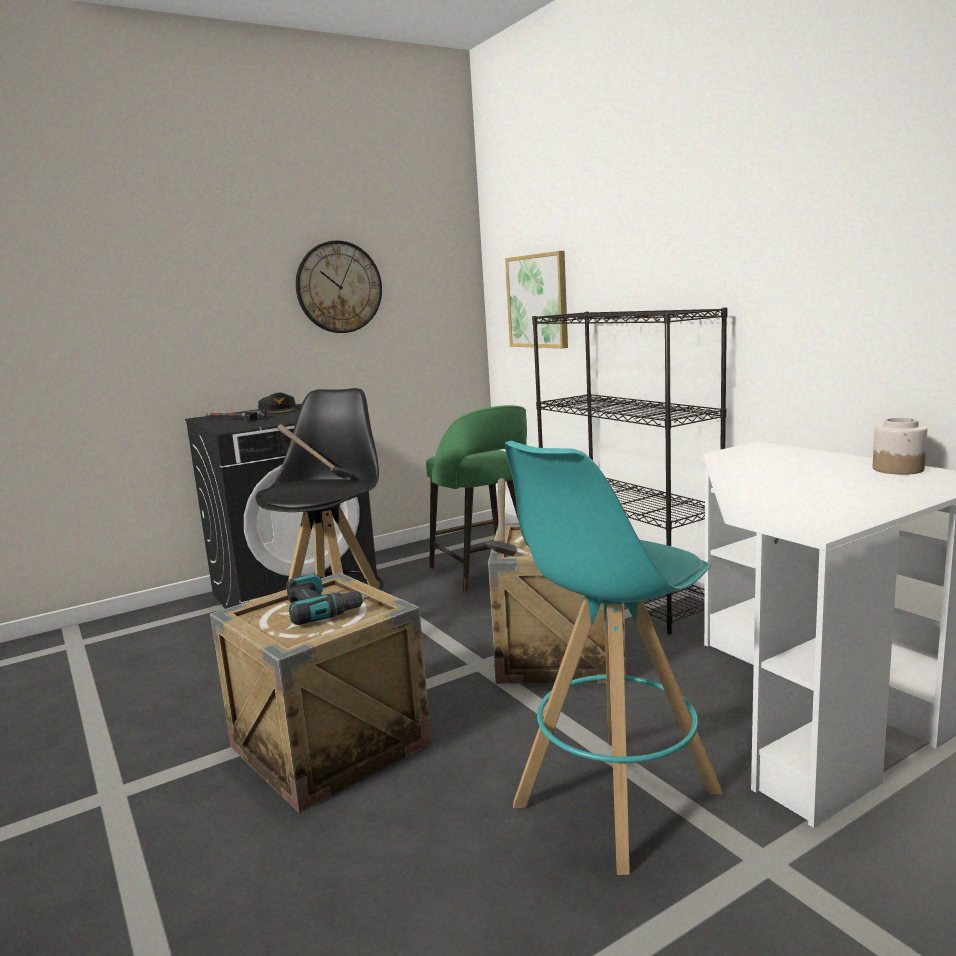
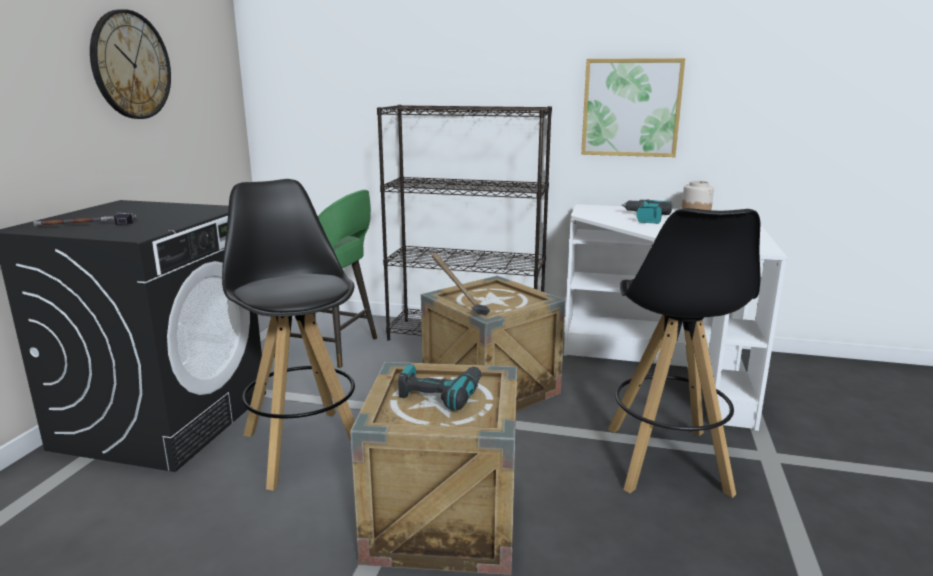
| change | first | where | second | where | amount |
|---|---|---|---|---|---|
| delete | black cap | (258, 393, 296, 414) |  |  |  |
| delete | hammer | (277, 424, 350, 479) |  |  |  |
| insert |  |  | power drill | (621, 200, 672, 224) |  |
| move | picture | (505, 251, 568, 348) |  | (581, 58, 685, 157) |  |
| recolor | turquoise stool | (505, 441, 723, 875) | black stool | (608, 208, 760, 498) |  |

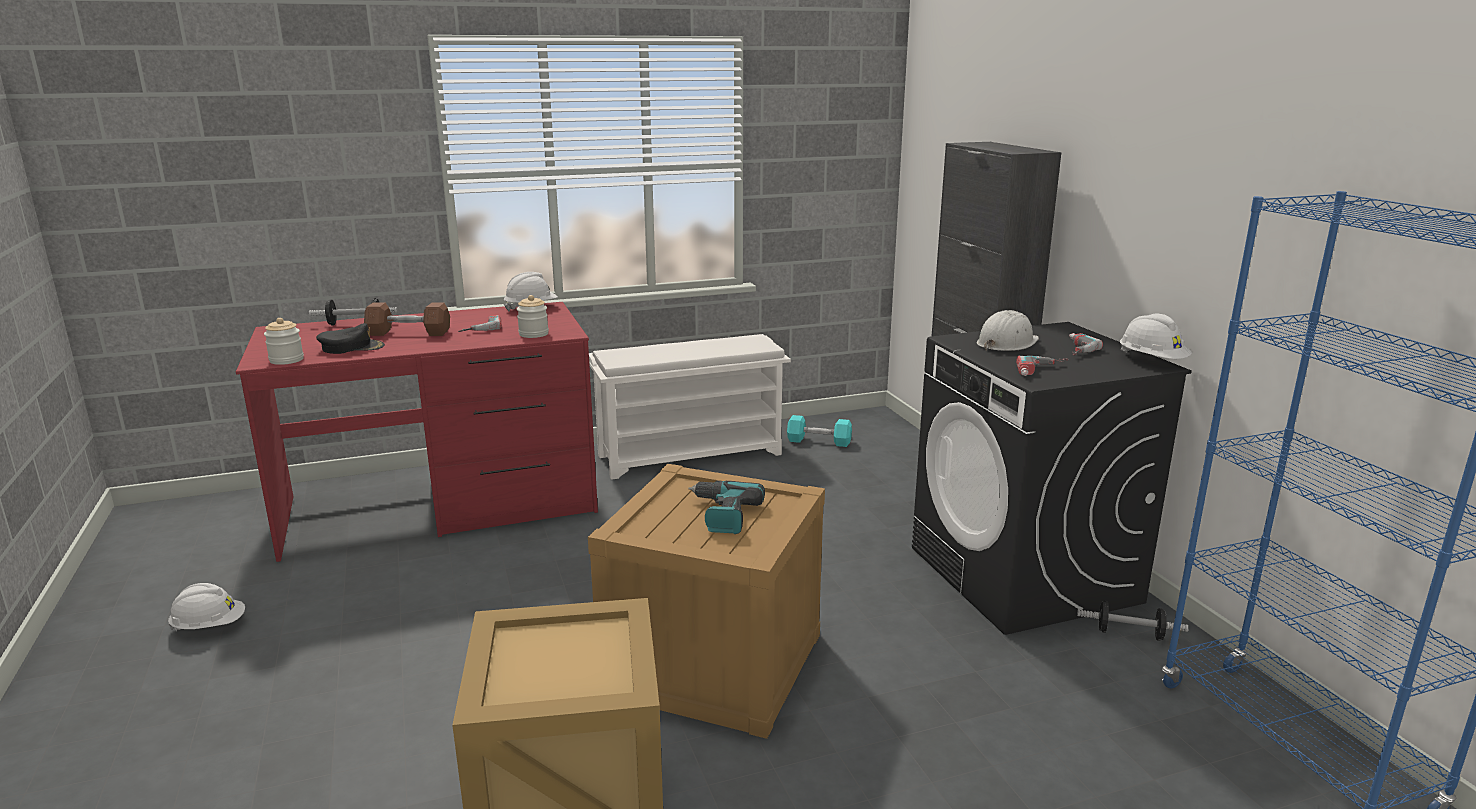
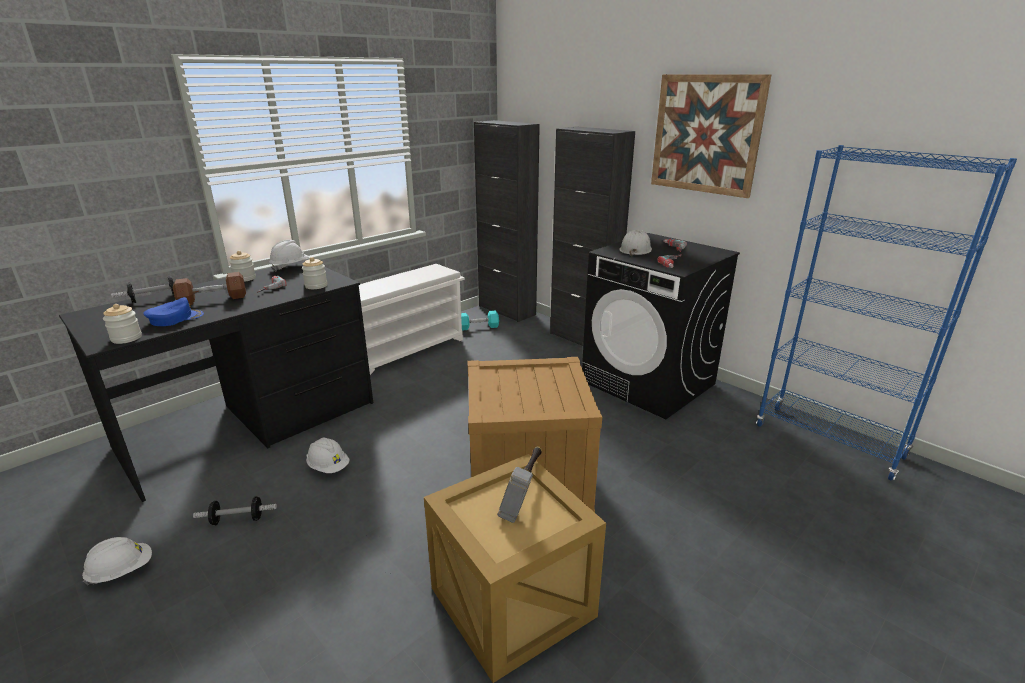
| change | first | where | second | where | amount |
|---|---|---|---|---|---|
| delete | power drill | (688, 481, 765, 534) |  |  |  |
| insert |  |  | jar | (229, 251, 256, 282) |  |
| insert |  |  | black cabinet | (474, 120, 540, 322) |  |
| insert |  |  | hammer | (497, 446, 542, 523) |  |
| insert |  |  | picture | (651, 74, 771, 198) |  |
| move | dumbbell | (1077, 601, 1189, 641) |  | (193, 496, 277, 526) |  |
| move | white hard hat | (1120, 314, 1192, 359) |  | (306, 438, 350, 473) |  |
| recolor | red desk | (236, 302, 598, 562) | black desk | (59, 259, 373, 502) |  |
| recolor | black cap | (316, 323, 385, 354) | blue cap | (143, 297, 204, 326) |  |

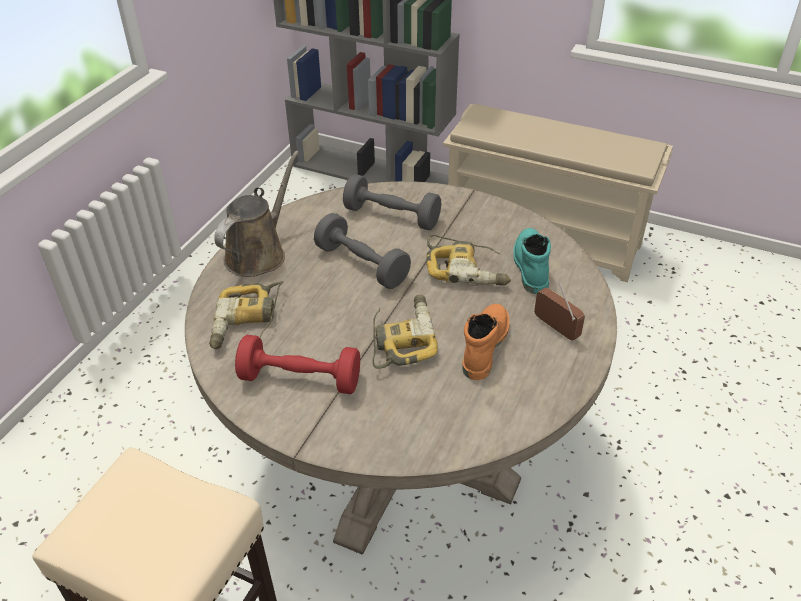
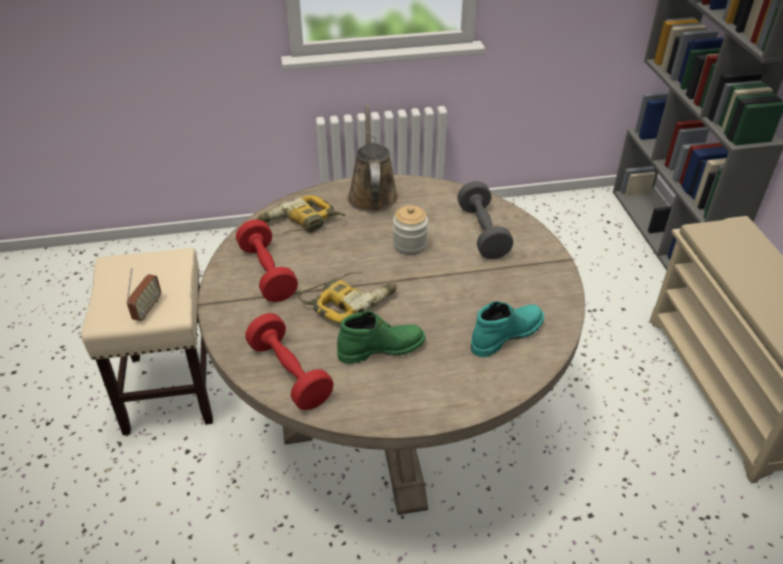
| change | first | where | second | where | amount |
|---|---|---|---|---|---|
| delete | power drill | (426, 235, 511, 286) |  |  |  |
| insert |  |  | red dumbbell | (245, 313, 334, 410) |  |
| move | radio | (534, 282, 585, 340) |  | (126, 268, 161, 321) |  |
| replace | grey dumbbell | (314, 213, 411, 289) | jar | (393, 205, 428, 255) |  |
| recolor | orange boot | (462, 304, 509, 380) | green boot | (337, 311, 426, 364) |  |
| rotate | brown watering can | (214, 151, 299, 277) |  | (348, 104, 398, 213) | 90 degrees counterclockwise |

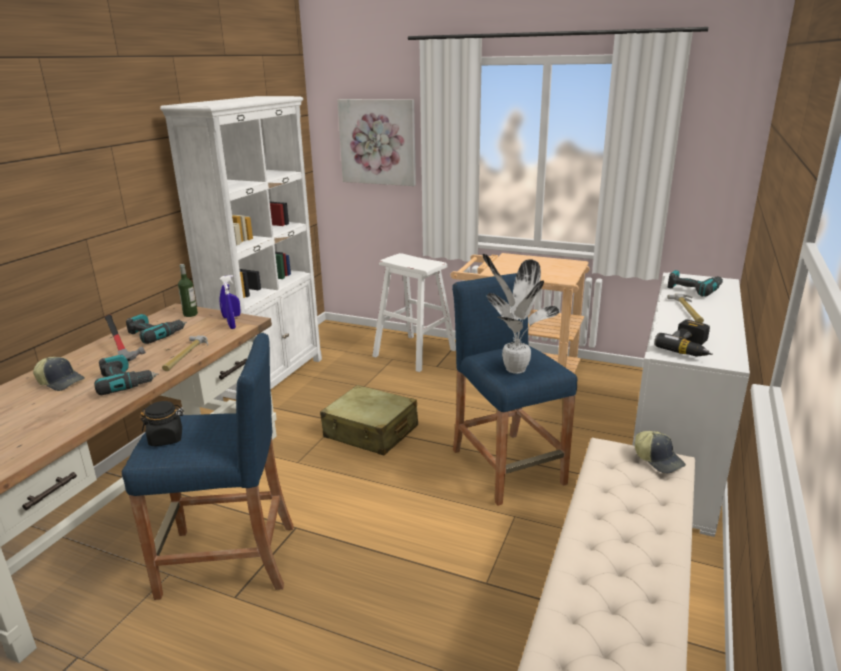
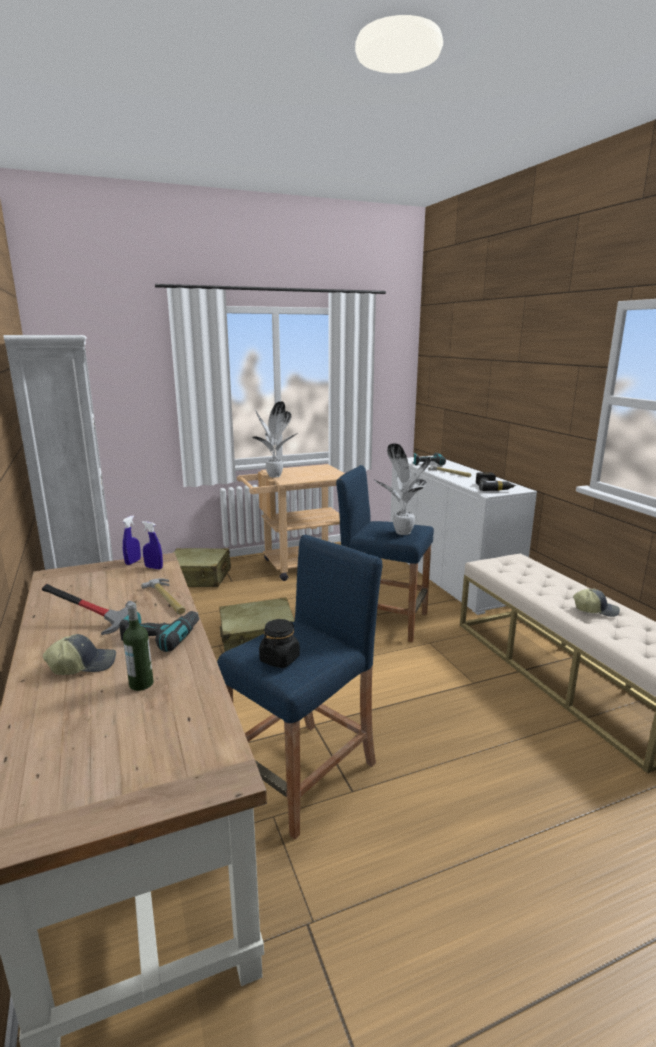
| change | first | where | second | where | amount |
|---|---|---|---|---|---|
| delete | power drill | (126, 314, 187, 344) |  |  |  |
| delete | picture | (337, 99, 416, 186) |  |  |  |
| insert |  |  | potted plant | (252, 401, 296, 478) |  |
| move | bottle | (178, 264, 198, 317) |  | (123, 602, 154, 691) |  |
| move | cap | (635, 431, 686, 474) |  | (573, 589, 620, 617) |  |
| replace | white stool | (372, 253, 456, 372) | beige suitcase | (173, 548, 231, 587) |  |

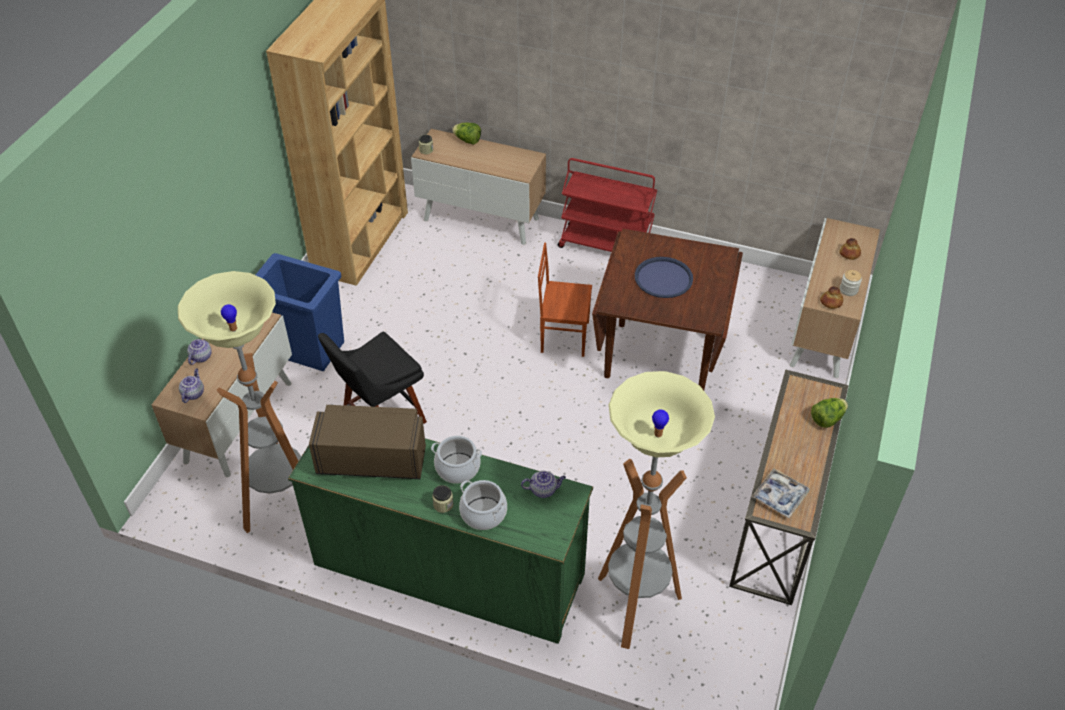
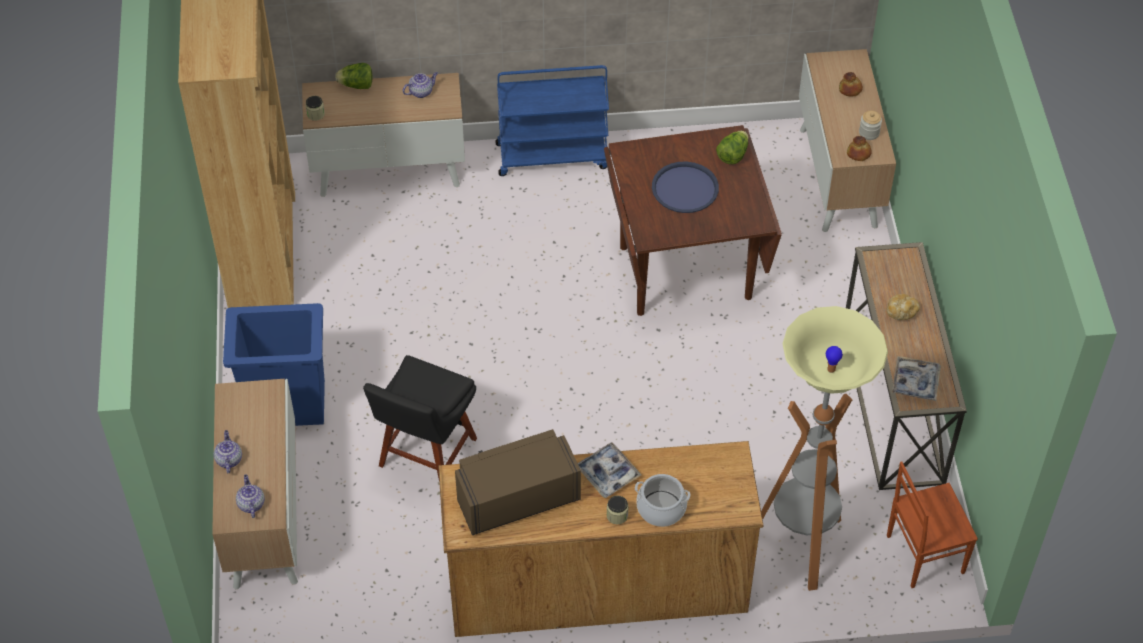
| change | first | where | second | where | amount |
|---|---|---|---|---|---|
| delete | floor lamp | (178, 271, 301, 533) |  |  |  |
| insert |  |  | bread | (886, 294, 920, 320) |  |
| move | teapot | (521, 471, 566, 498) |  | (403, 72, 438, 98) |  |
| move | brown chair | (538, 242, 592, 357) |  | (887, 461, 978, 588) |  |
| move | lettuce | (811, 398, 848, 428) |  | (716, 131, 749, 164) |  |
| replace | cooking pot | (431, 436, 482, 484) | tray | (578, 442, 641, 498) |  |
| recolor | green dresser | (288, 438, 593, 644) | brown dresser | (438, 441, 764, 637) |  |
| recolor | red cart | (558, 158, 657, 252) | blue cart | (495, 65, 609, 176) |  |

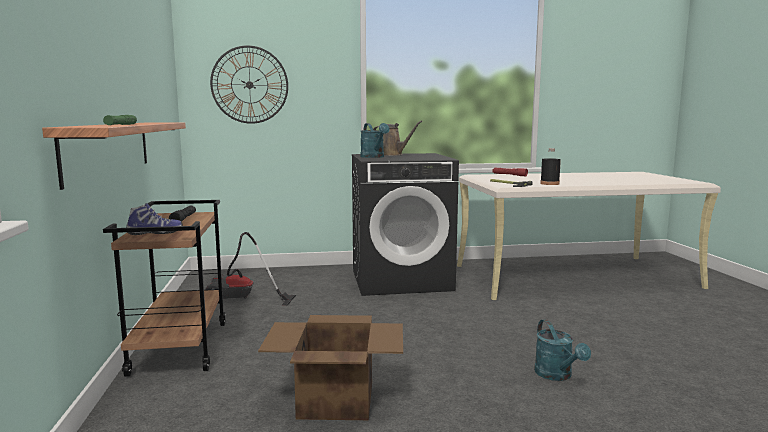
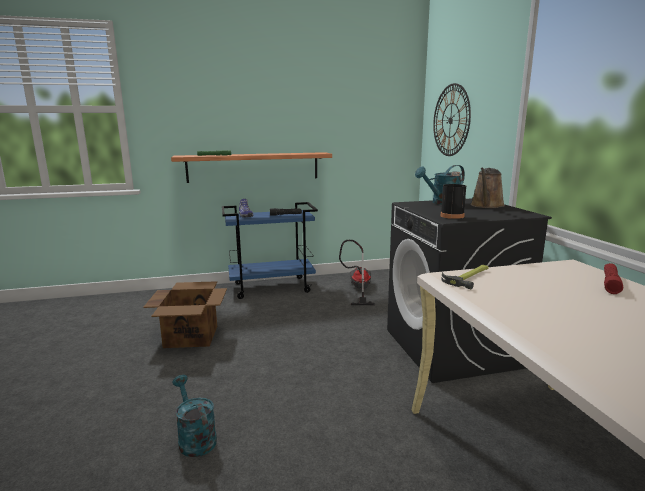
| change | first | where | second | where | amount |
|---|---|---|---|---|---|
| move | black bottle | (540, 148, 561, 185) |  | (440, 172, 466, 219) |  |
| recolor | brown cart | (103, 200, 226, 377) | blue cart | (222, 202, 318, 299) |  |
| rotate | turquoise watering can | (534, 319, 591, 381) |  | (172, 375, 217, 457) | 75 degrees clockwise |

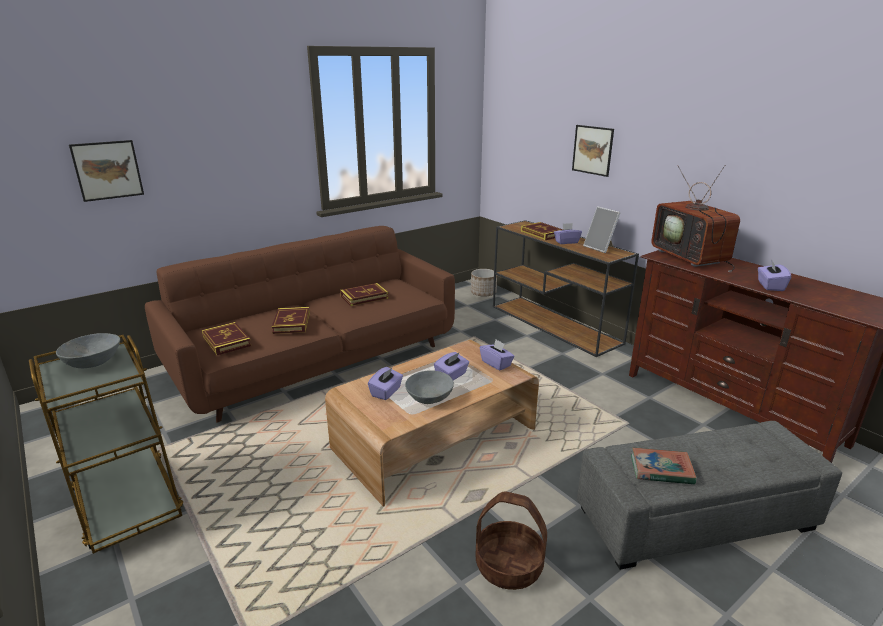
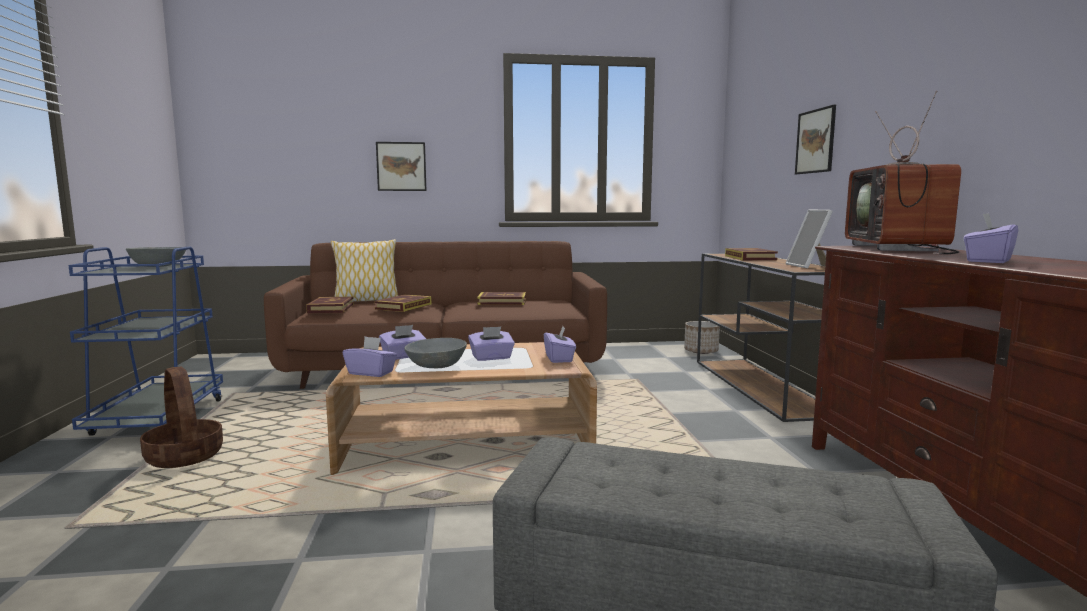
| change | first | where | second | where | amount |
|---|---|---|---|---|---|
| delete | book | (631, 447, 696, 485) |  |  |  |
| insert |  |  | pillow | (330, 239, 398, 302) |  |
| move | picture | (69, 140, 144, 202) |  | (376, 142, 426, 191) |  |
| move | basket | (475, 492, 547, 590) |  | (140, 367, 223, 468) |  |
| move | purple tissue box | (554, 223, 582, 244) |  | (343, 336, 397, 377) |  |
| recolor | brown cart | (29, 335, 183, 554) | blue cart | (68, 246, 223, 436) |  |

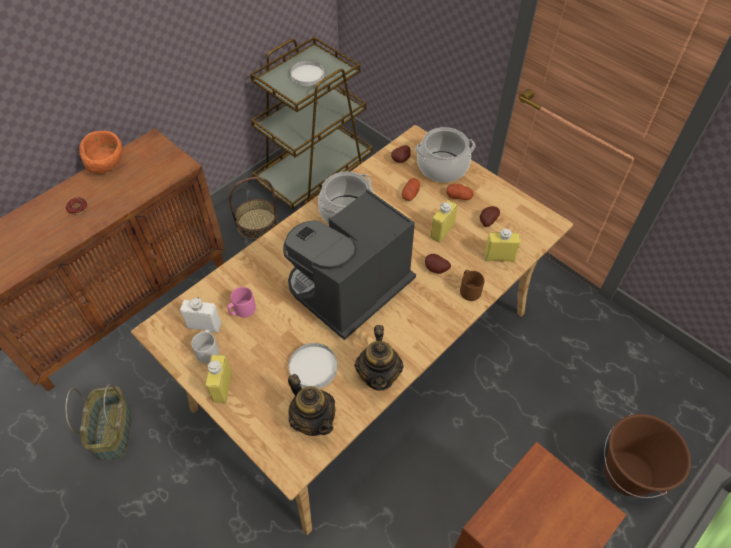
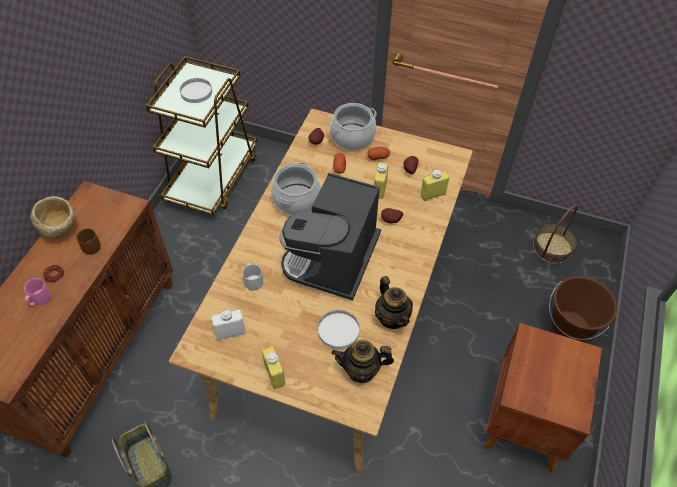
| change | first | where | second | where | amount |
|---|---|---|---|---|---|
| move | grey mug | (191, 330, 219, 364) |  | (243, 263, 263, 291) |  |
| move | pink mug | (227, 287, 256, 318) |  | (24, 278, 51, 306) |  |
| move | basket | (229, 177, 278, 240) |  | (533, 204, 578, 264) |  |
| move | brown mug | (460, 270, 484, 301) |  | (76, 229, 101, 255) |  |
| recolor | orange bowl | (79, 131, 122, 174) | beige bowl | (31, 196, 75, 239) |  |
| rotate | teapot | (288, 374, 335, 436) |  | (332, 340, 394, 383) | 150 degrees clockwise |

